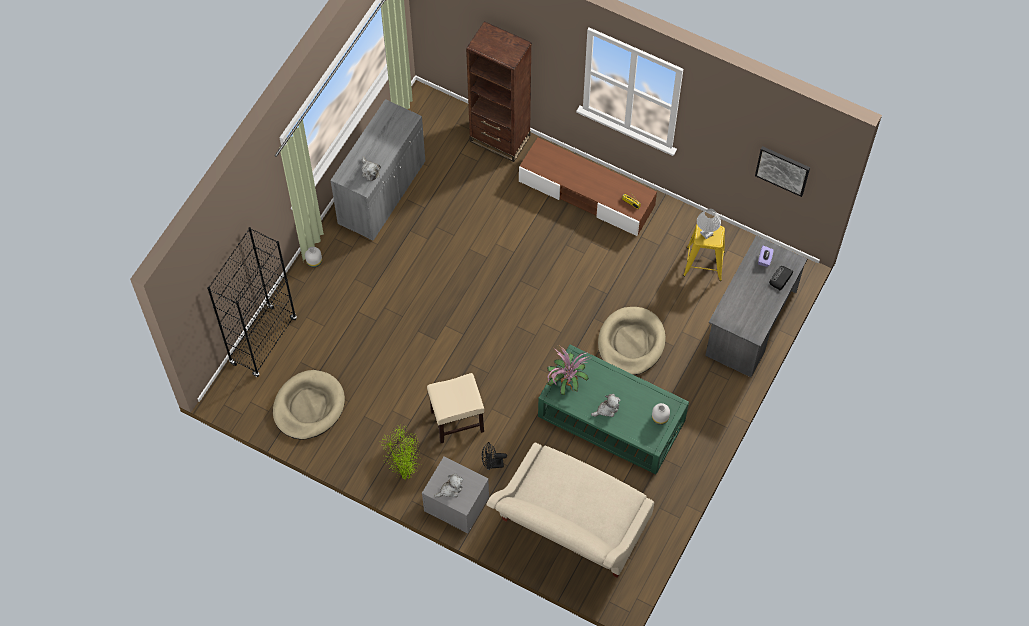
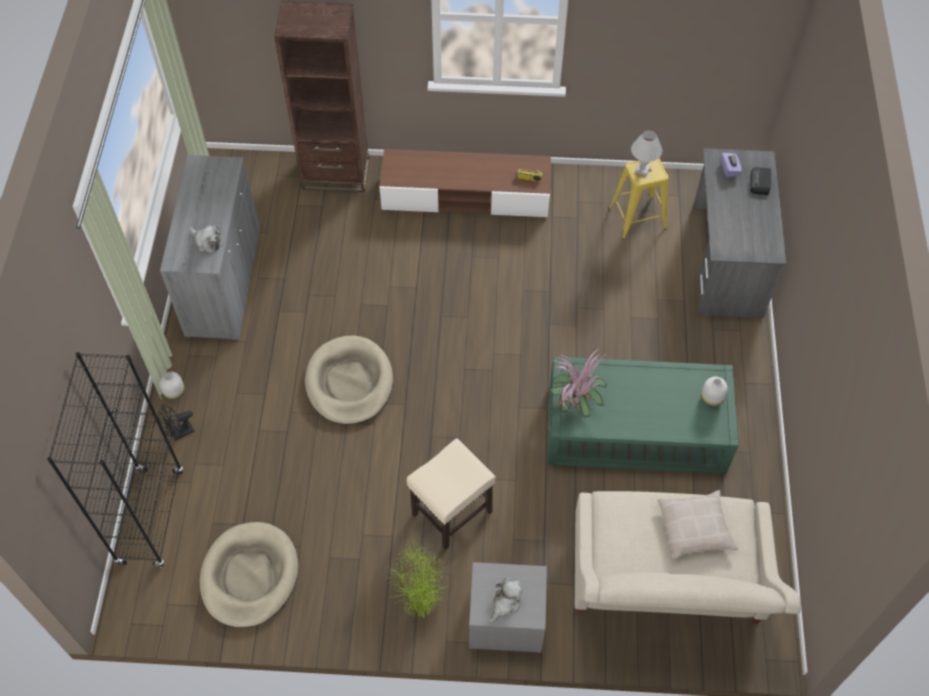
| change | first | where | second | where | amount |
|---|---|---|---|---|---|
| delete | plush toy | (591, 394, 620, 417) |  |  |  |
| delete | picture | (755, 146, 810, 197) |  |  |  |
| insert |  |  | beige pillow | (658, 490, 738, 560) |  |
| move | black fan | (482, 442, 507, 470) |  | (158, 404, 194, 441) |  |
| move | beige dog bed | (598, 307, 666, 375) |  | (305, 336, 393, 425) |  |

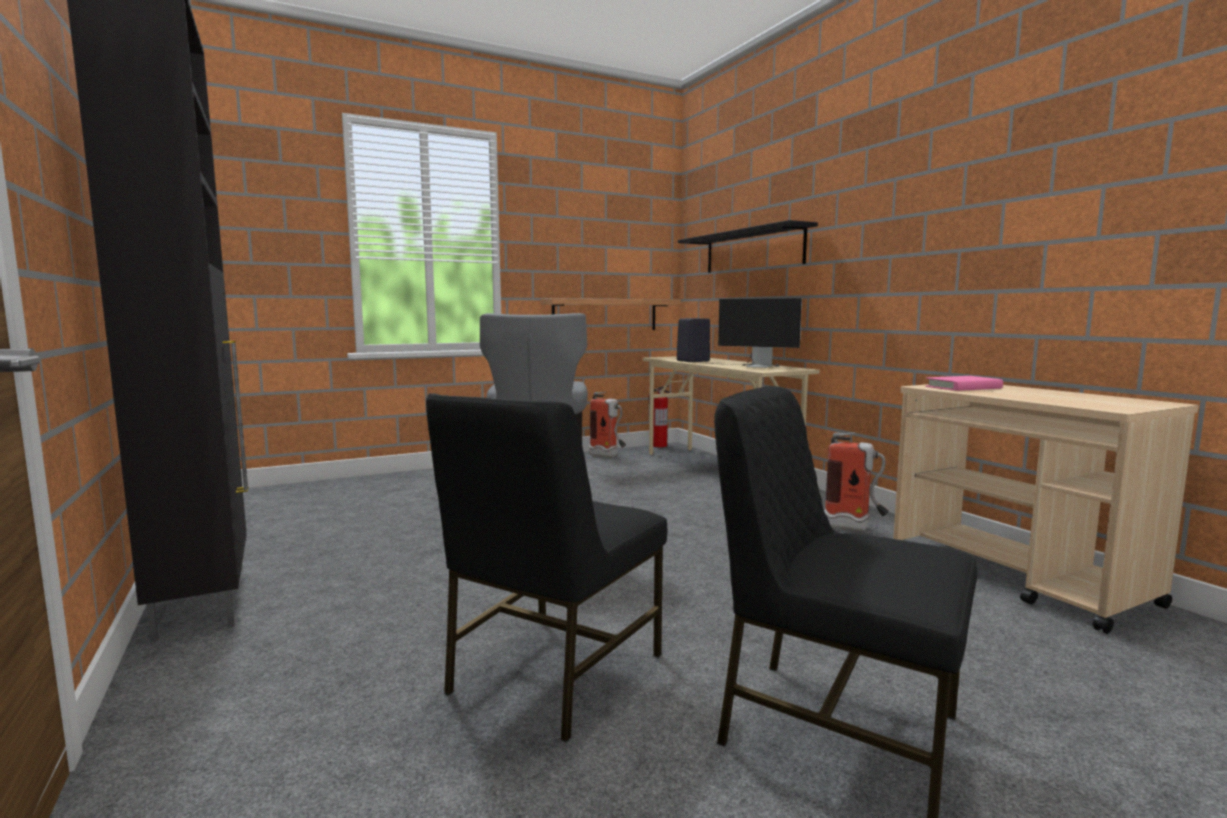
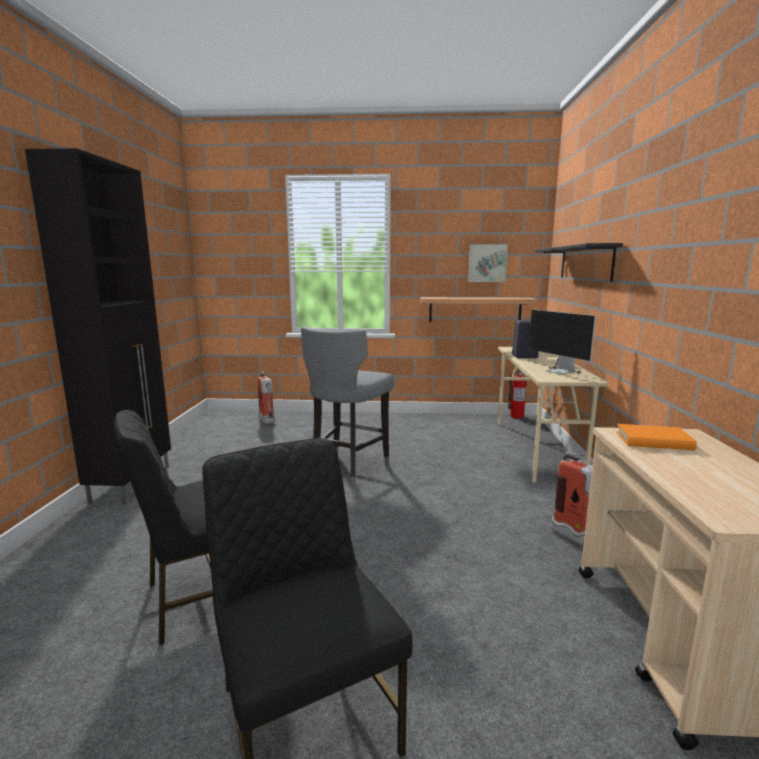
| change | first | where | second | where | amount |
|---|---|---|---|---|---|
| insert |  |  | picture | (468, 244, 508, 282) |  |
| move | fire extinguisher | (589, 392, 626, 458) |  | (258, 371, 275, 424) |  |
| recolor | pink book | (925, 376, 1003, 391) | orange book | (616, 424, 697, 450) |  |

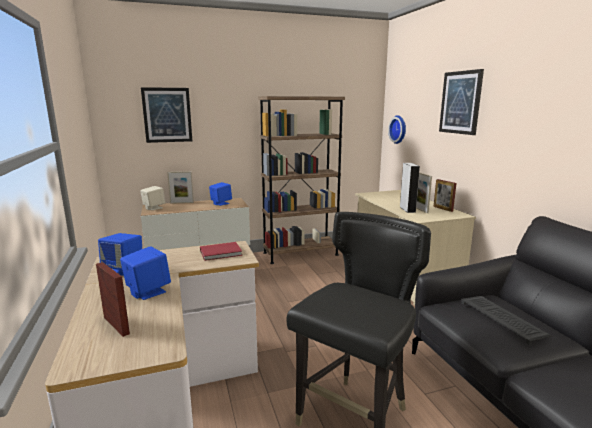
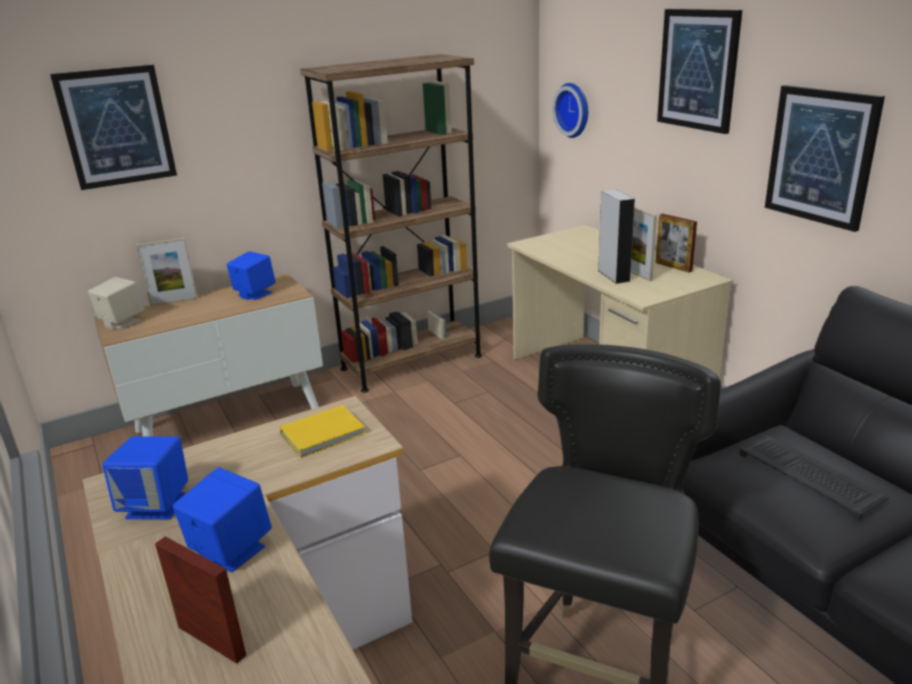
| change | first | where | second | where | amount |
|---|---|---|---|---|---|
| insert |  |  | picture | (765, 85, 885, 232) |  |
| recolor | red book | (200, 242, 242, 261) | yellow book | (280, 405, 366, 458) |  |

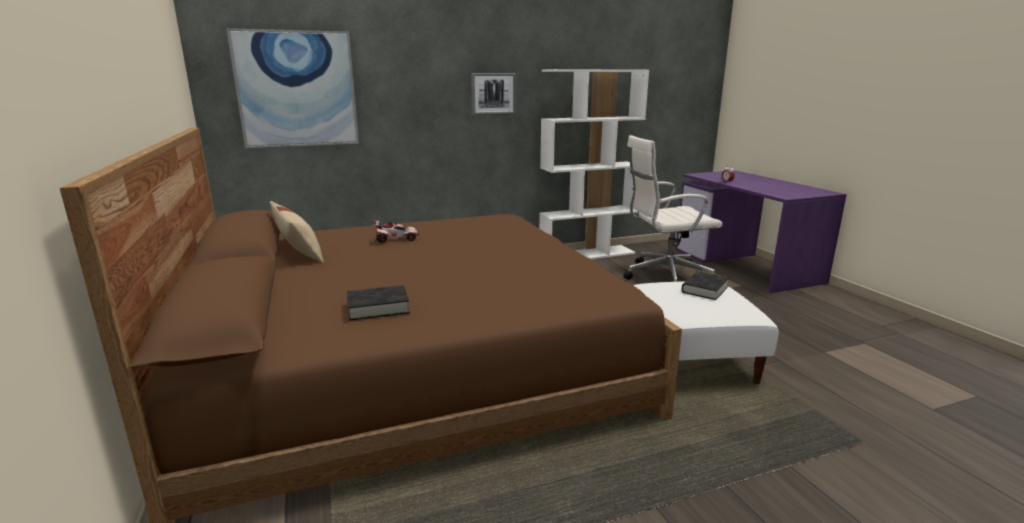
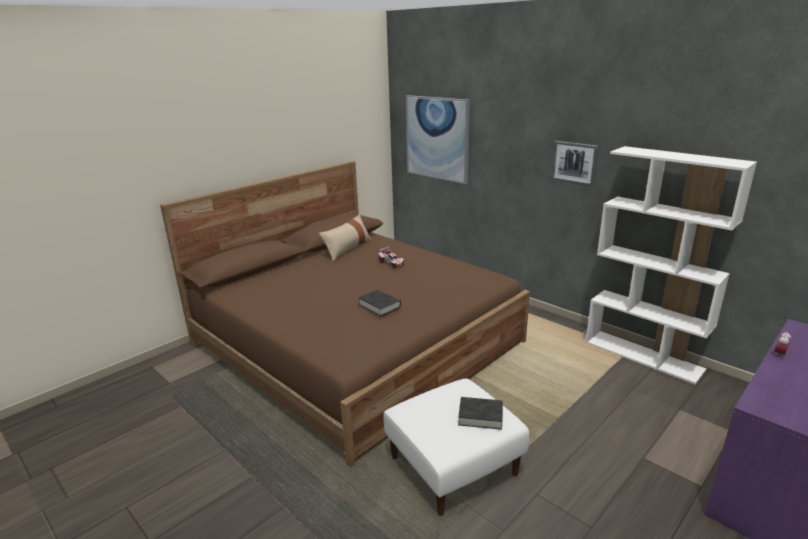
| change | first | where | second | where | amount |
|---|---|---|---|---|---|
| delete | white office chair | (623, 135, 723, 282) |  |  |  |
| move | black book | (347, 285, 410, 320) |  | (359, 290, 401, 316) |  |

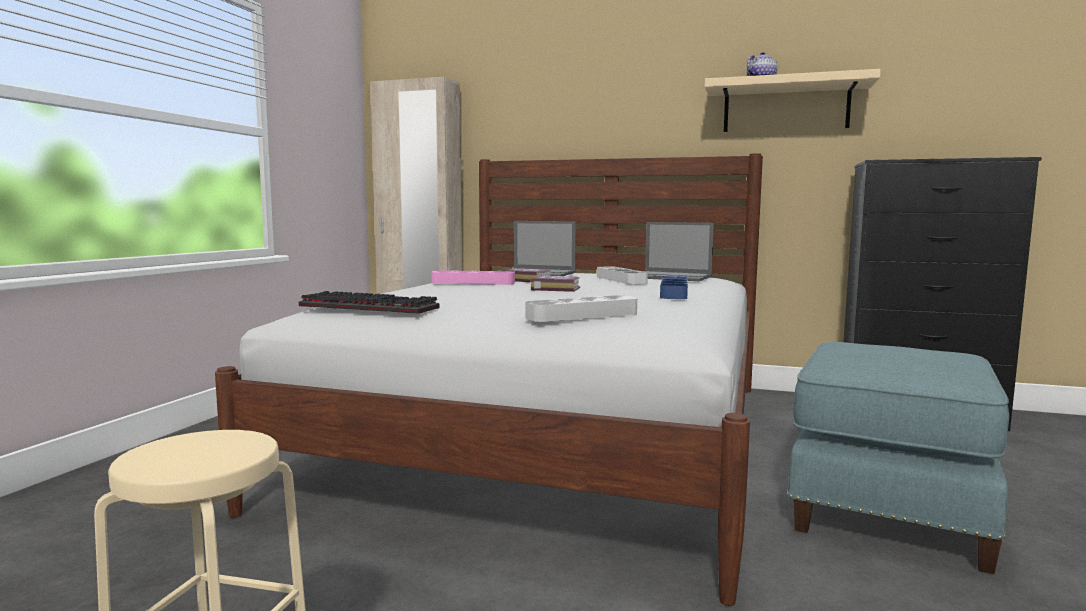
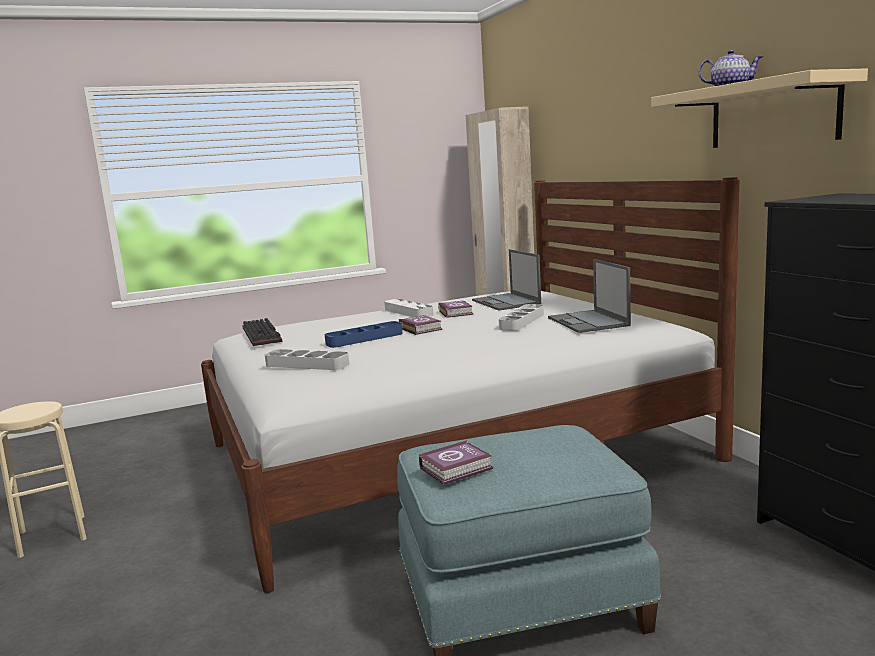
| change | first | where | second | where | amount |
|---|---|---|---|---|---|
| insert |  |  | book | (419, 440, 493, 485) |  |
| move | blue tray | (660, 276, 688, 299) |  | (325, 321, 403, 348) |  |
| recolor | pink tray | (431, 270, 515, 285) | grey tray | (384, 299, 433, 317) |  |

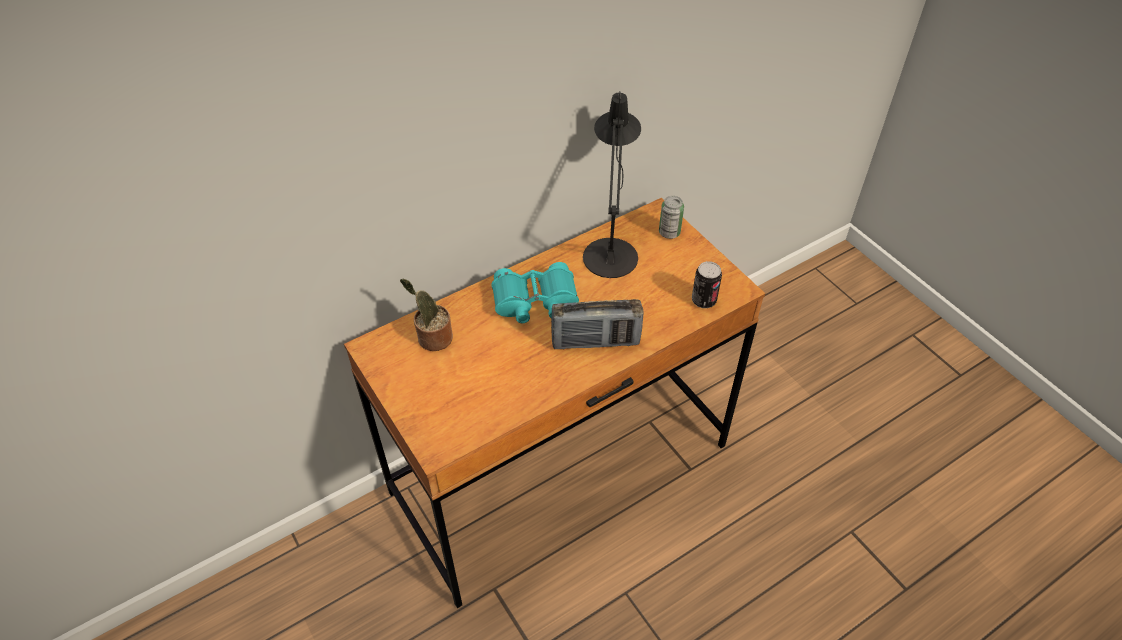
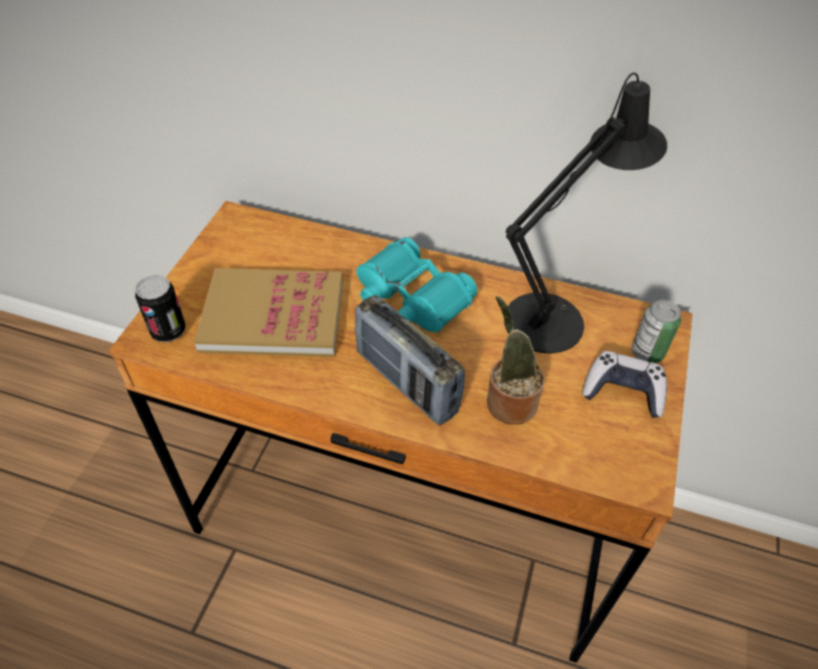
| change | first | where | second | where | amount |
|---|---|---|---|---|---|
| insert |  |  | book | (194, 268, 343, 357) |  |
| insert |  |  | game controller | (582, 351, 667, 418) |  |
| move | potted plant | (400, 278, 453, 351) |  | (487, 296, 545, 425) |  |
| move | can | (692, 261, 722, 308) |  | (135, 275, 186, 342) |  |

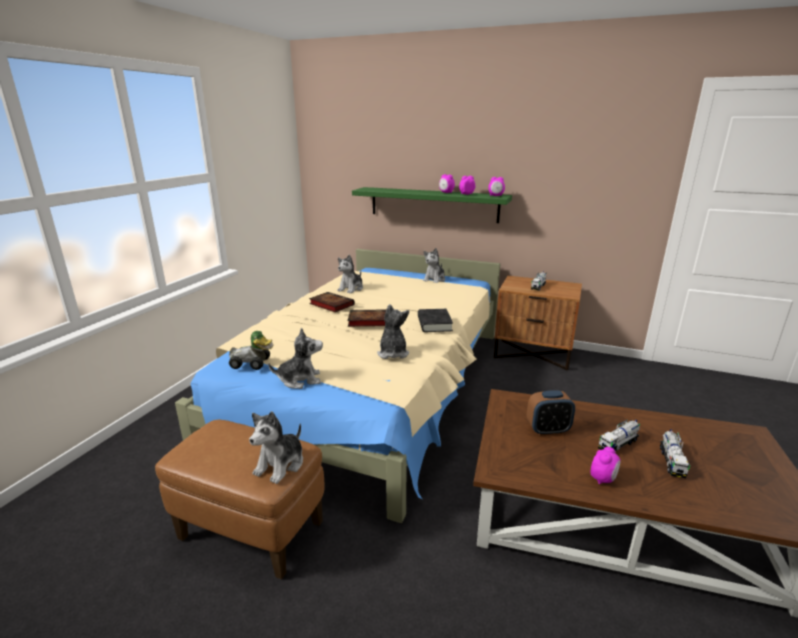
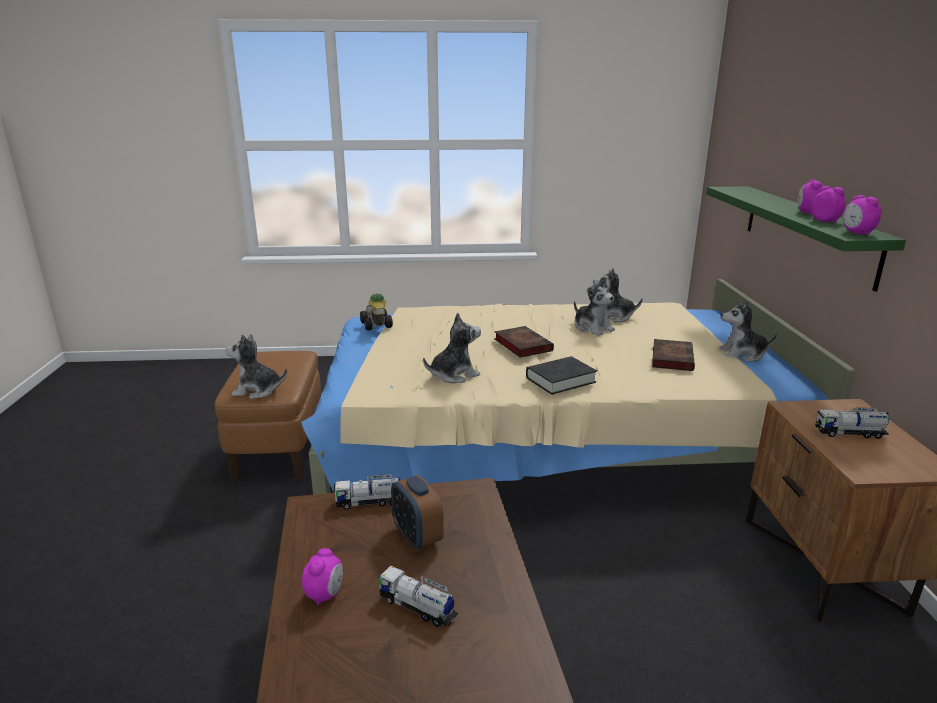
| change | first | where | second | where | amount |
|---|---|---|---|---|---|
| move | plush toy | (268, 327, 323, 389) |  | (574, 277, 615, 336) |  |
| move | book | (309, 292, 355, 312) |  | (652, 339, 695, 371) |  |
| move | toy truck | (660, 429, 690, 478) |  | (333, 474, 400, 510) |  |
| rotate | alarm clock | (591, 447, 621, 485) |  | (302, 548, 343, 605) | 90 degrees counterclockwise |

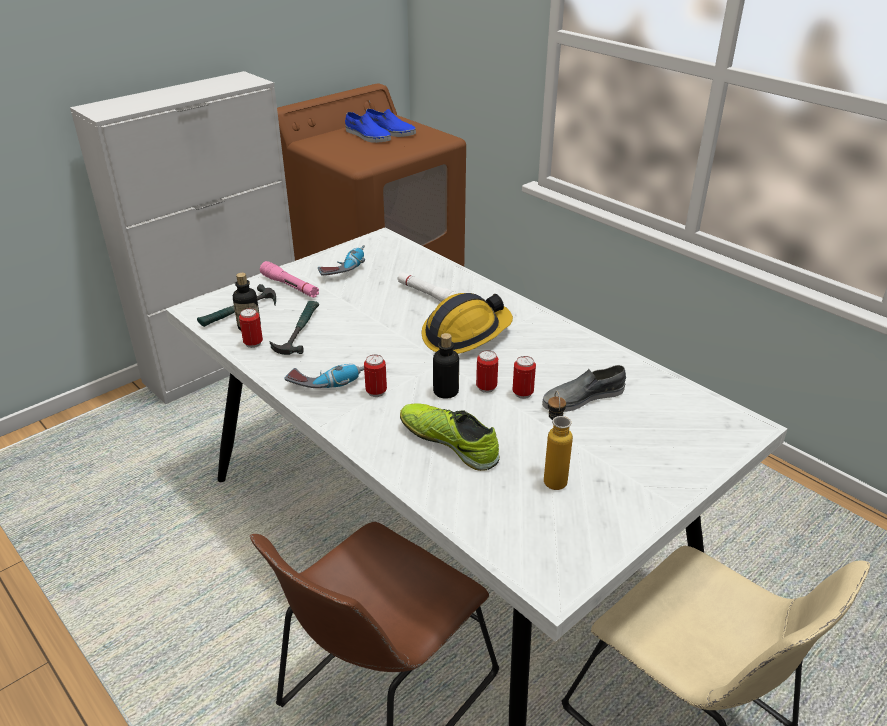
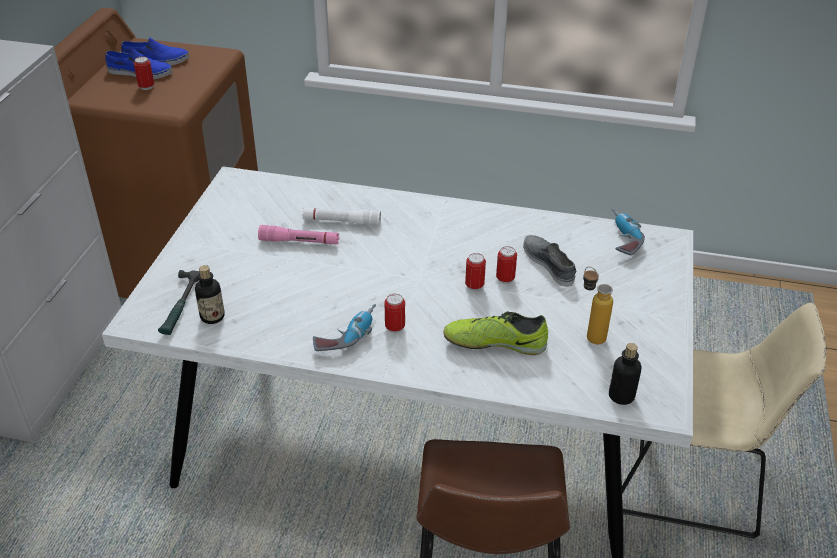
| change | first | where | second | where | amount |
|---|---|---|---|---|---|
| delete | hammer | (269, 301, 319, 355) |  |  |  |
| delete | hard hat | (421, 293, 513, 354) |  |  |  |
| move | can | (239, 308, 263, 348) |  | (133, 56, 154, 90) |  |
| move | pink flashlight | (260, 261, 319, 298) |  | (258, 225, 339, 244) |  |
| move | power drill | (318, 245, 365, 275) |  | (611, 208, 645, 255) |  |
| move | bottle | (433, 333, 459, 399) |  | (609, 343, 641, 405) |  |
| rotate | grey shoe | (542, 365, 626, 412) |  | (523, 235, 576, 287) | 120 degrees clockwise |

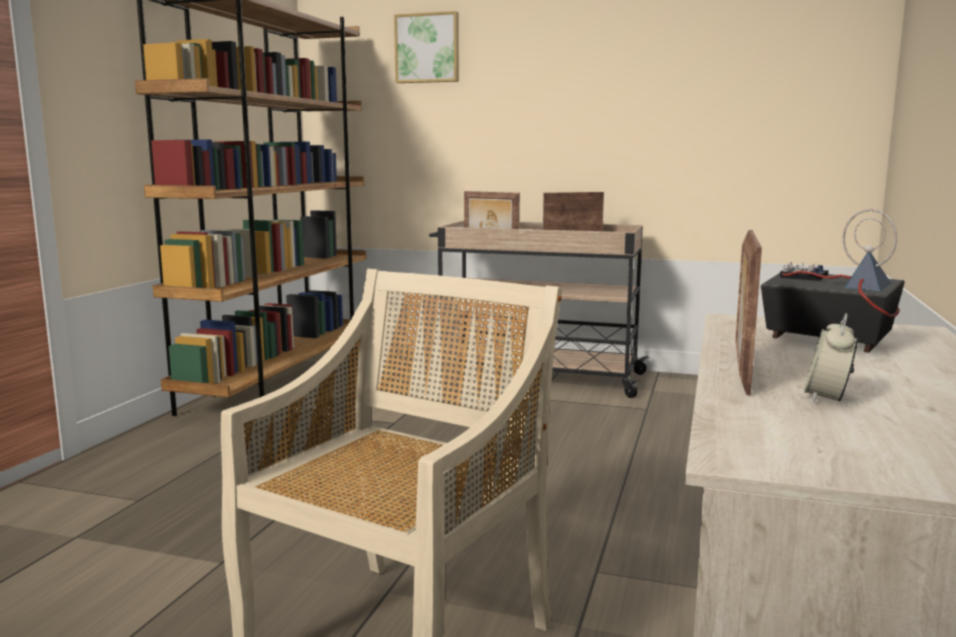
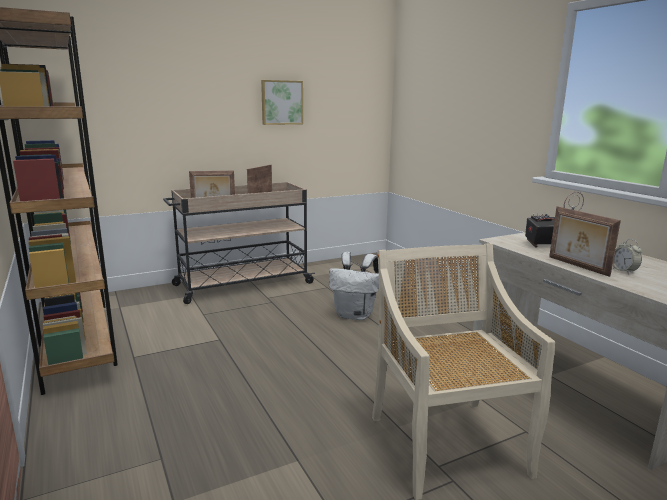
| change | first | where | second | where | amount |
|---|---|---|---|---|---|
| insert |  |  | white backpack | (329, 252, 379, 320) |  |
| move | picture | (394, 11, 459, 83) |  | (261, 80, 303, 125) |  |

